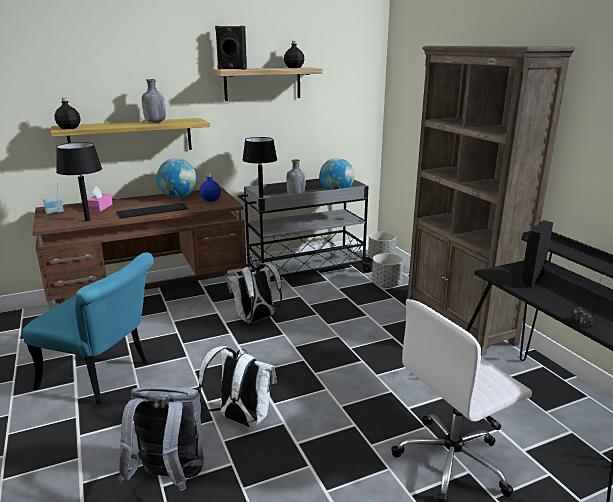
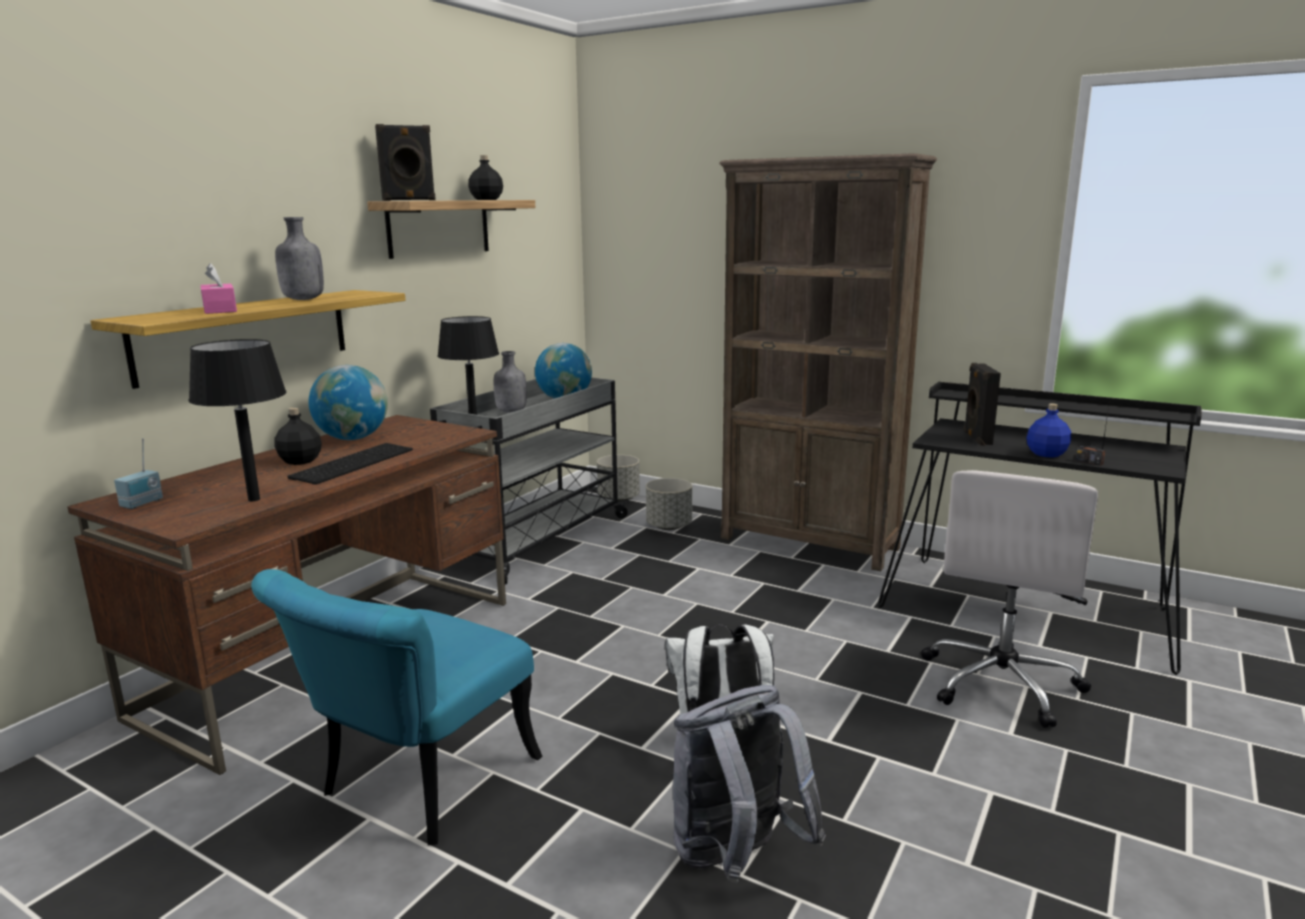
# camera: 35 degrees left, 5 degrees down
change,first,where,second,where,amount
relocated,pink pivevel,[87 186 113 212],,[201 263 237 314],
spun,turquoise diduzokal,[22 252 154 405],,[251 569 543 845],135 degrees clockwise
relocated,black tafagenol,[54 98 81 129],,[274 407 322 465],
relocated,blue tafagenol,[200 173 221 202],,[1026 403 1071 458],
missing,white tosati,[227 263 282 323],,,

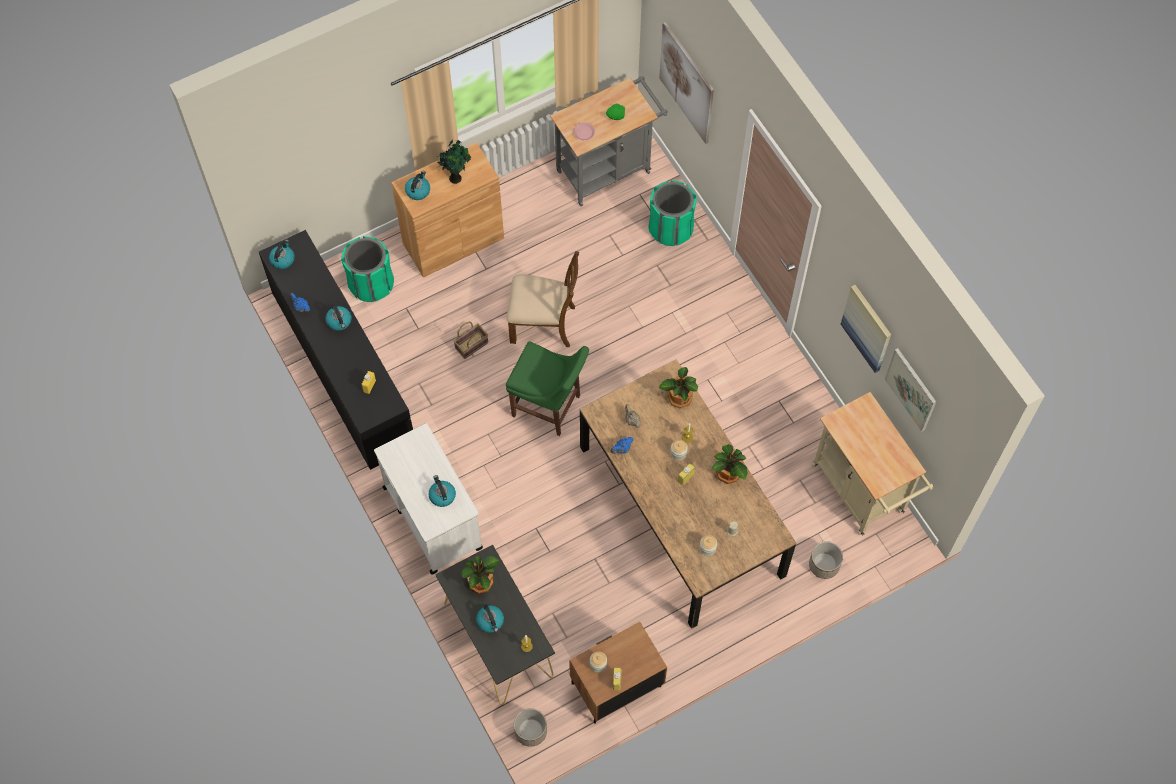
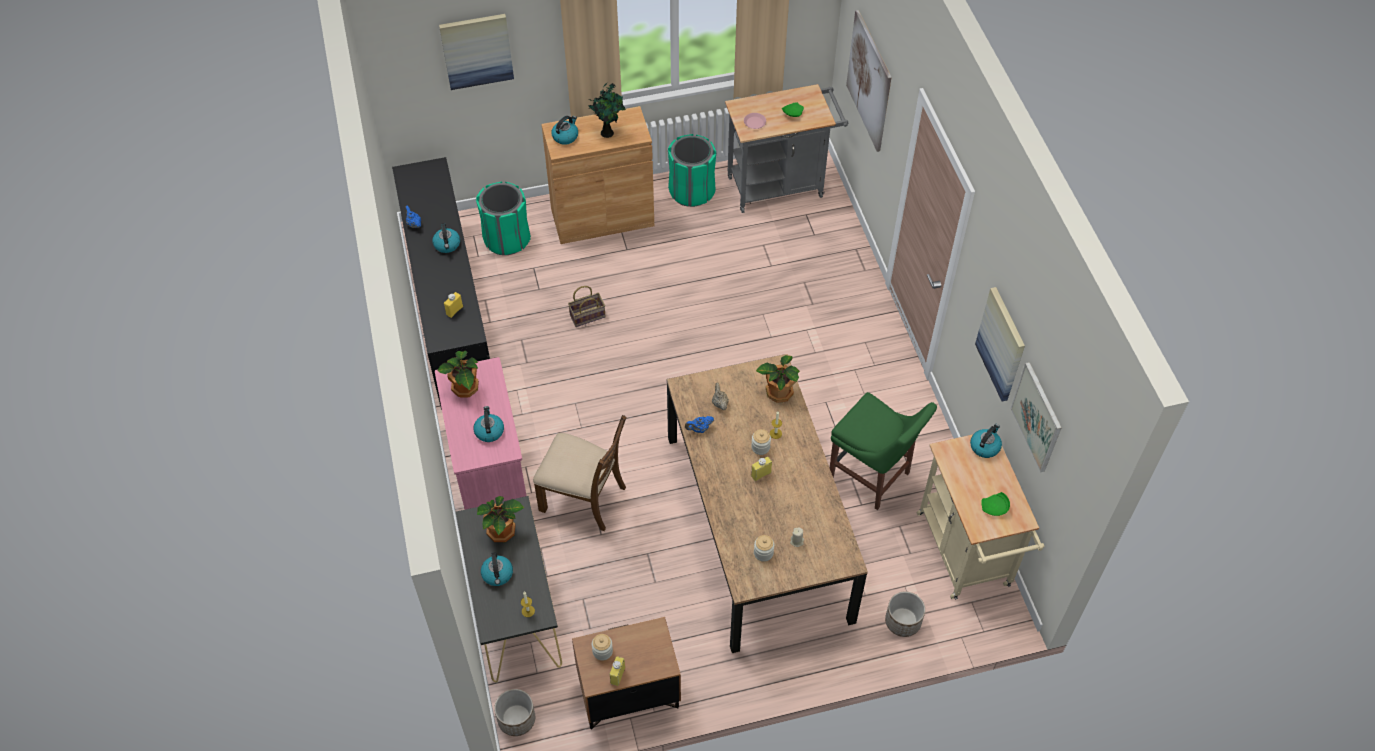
# camera: 15 degrees right, 10 degrees down
change,first,where,second,where,amount
colour,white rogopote,[374 423 483 575],pink rogopote,[435 357 527 510],
relocated,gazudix,[712 444 747 484],,[437 350 479 397],
appeared,,,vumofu,[439 14 514 90],
relocated,brown diduzokal,[507 251 579 347],,[533 415 627 531],
relocated,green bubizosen,[648 180 697 246],,[668 134 716 207],
relocated,green diduzokal,[506 341 589 436],,[830 392 937 510],
relocated,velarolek,[269 240 295 269],,[970 424 1002 458],
appeared,,,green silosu,[981 492 1010 516],

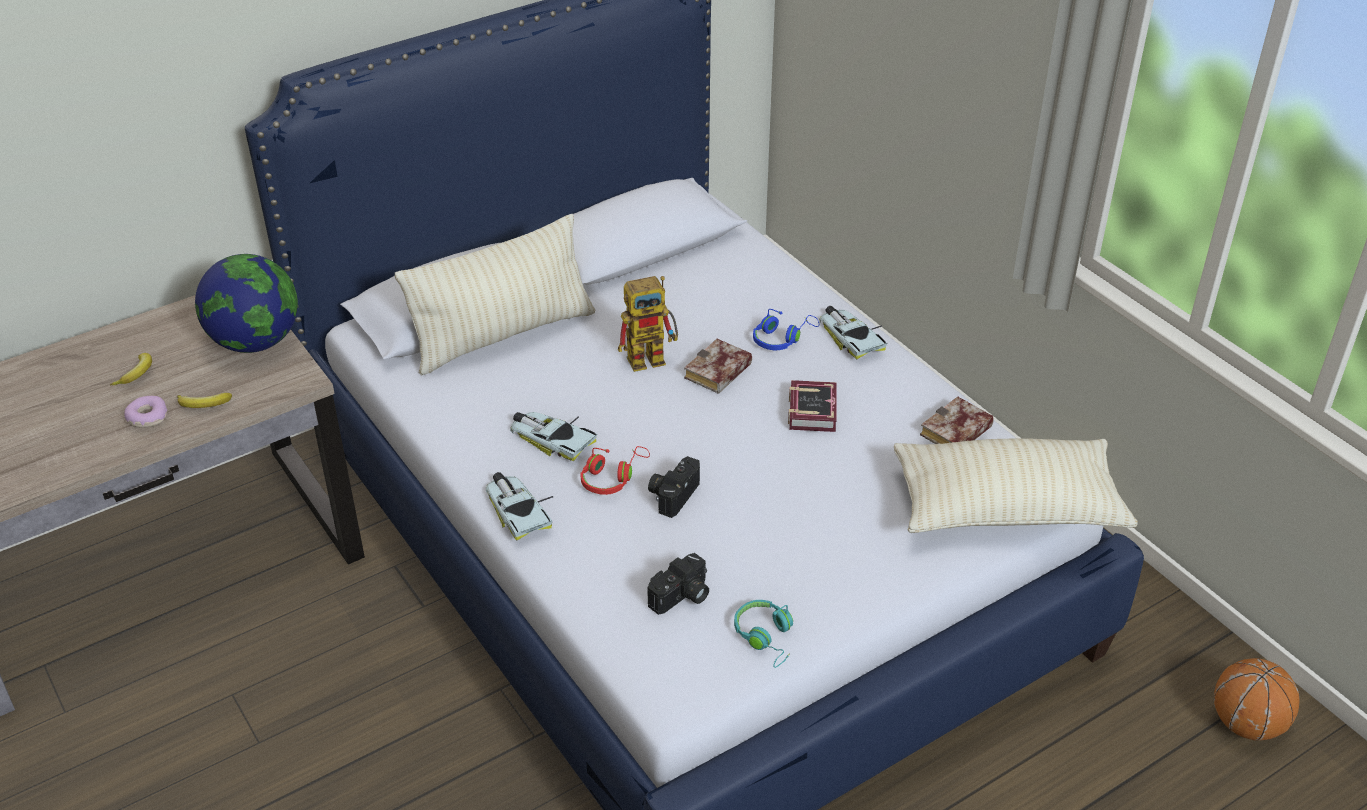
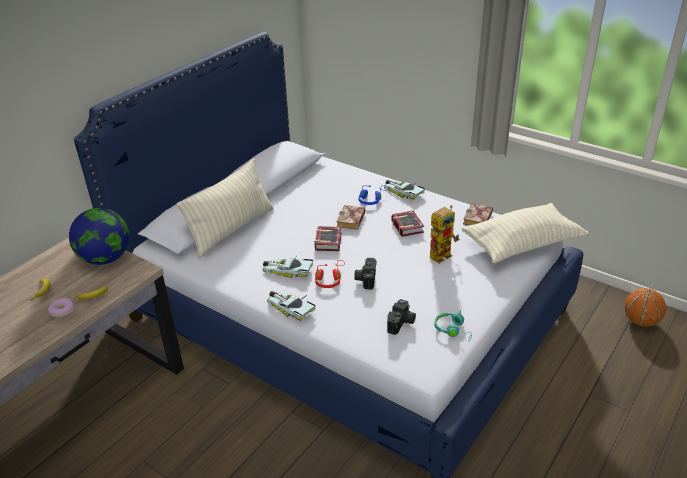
# camera: 20 degrees left, 5 degrees down
change,first,where,second,where,amount
appeared,,,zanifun,[314 226 342 251],
relocated,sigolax,[618 276 678 372],,[429 205 459 263],

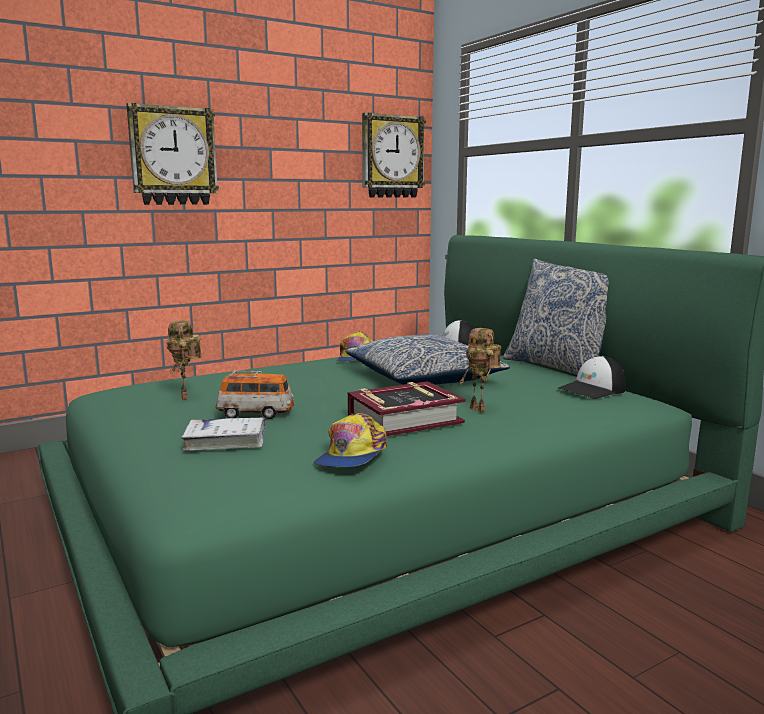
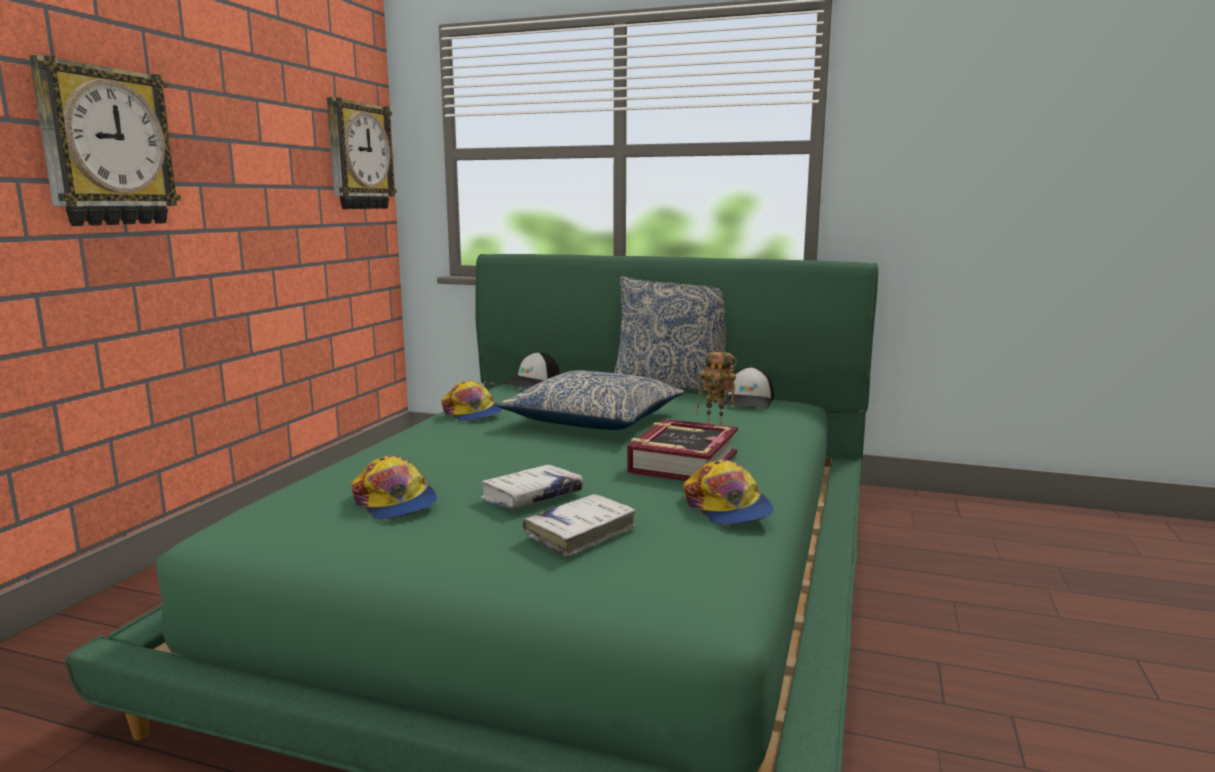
# camera: 40 degrees left, 0 degrees up
change,first,where,second,where,amount
exchanged,sigolax,[166 320 202 400],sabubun,[351 455 438 520],
exchanged,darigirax,[215 371 294 419],white zanifun,[480 464 583 509],

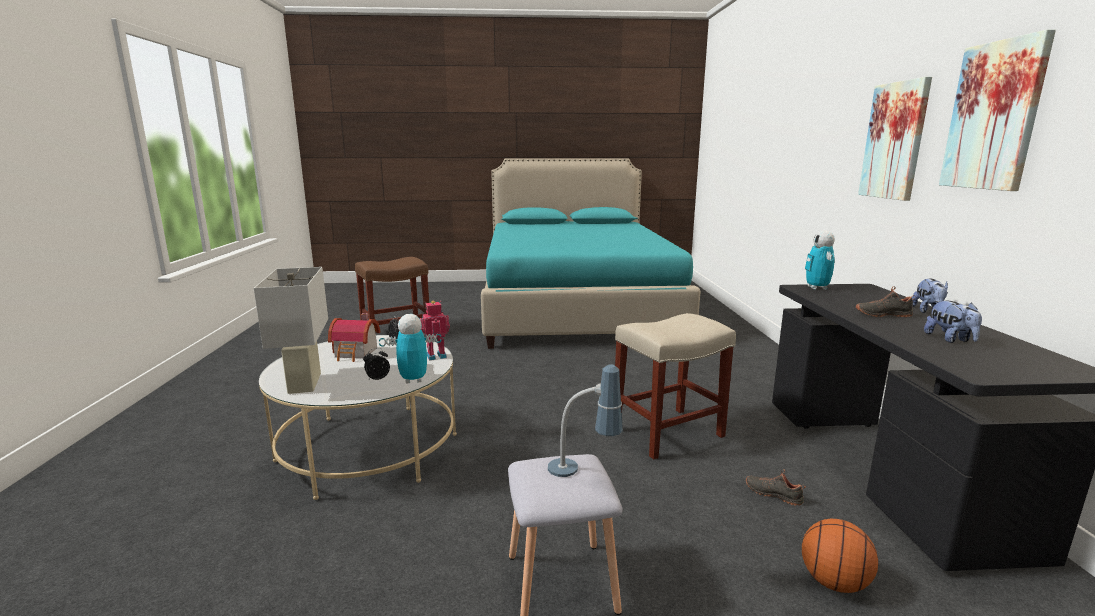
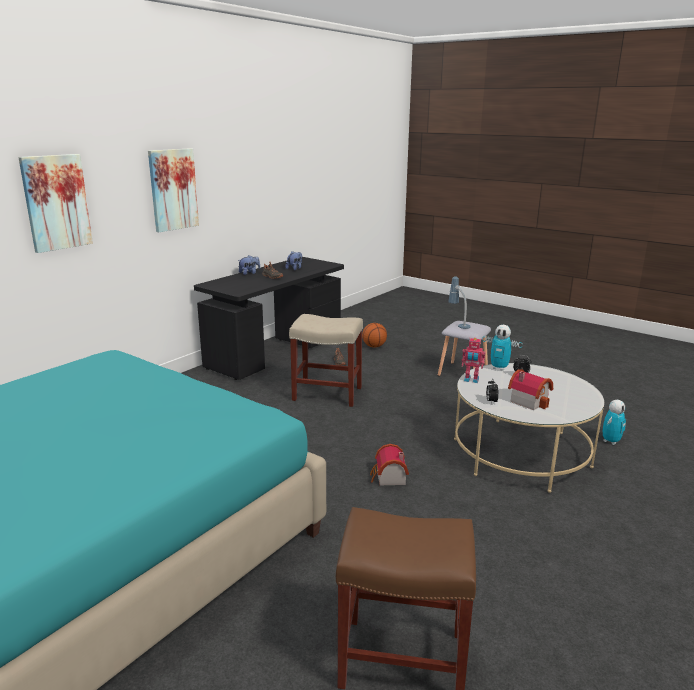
# camera: 140 degrees left, 5 degrees up
change,first,where,second,where,amount
relocated,vumofu,[939 30 1056 191],,[18 154 93 253],
appeared,,,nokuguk,[370 444 409 485],
relocated,sigolax,[805 230 835 290],,[603 400 626 445],
missing,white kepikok,[254 267 328 394],,,

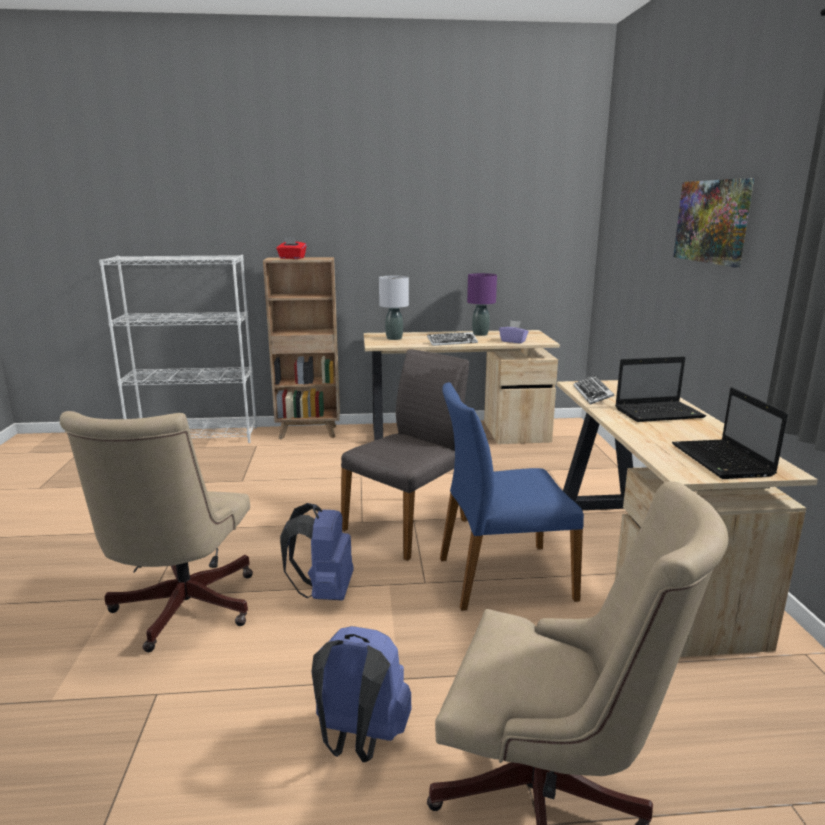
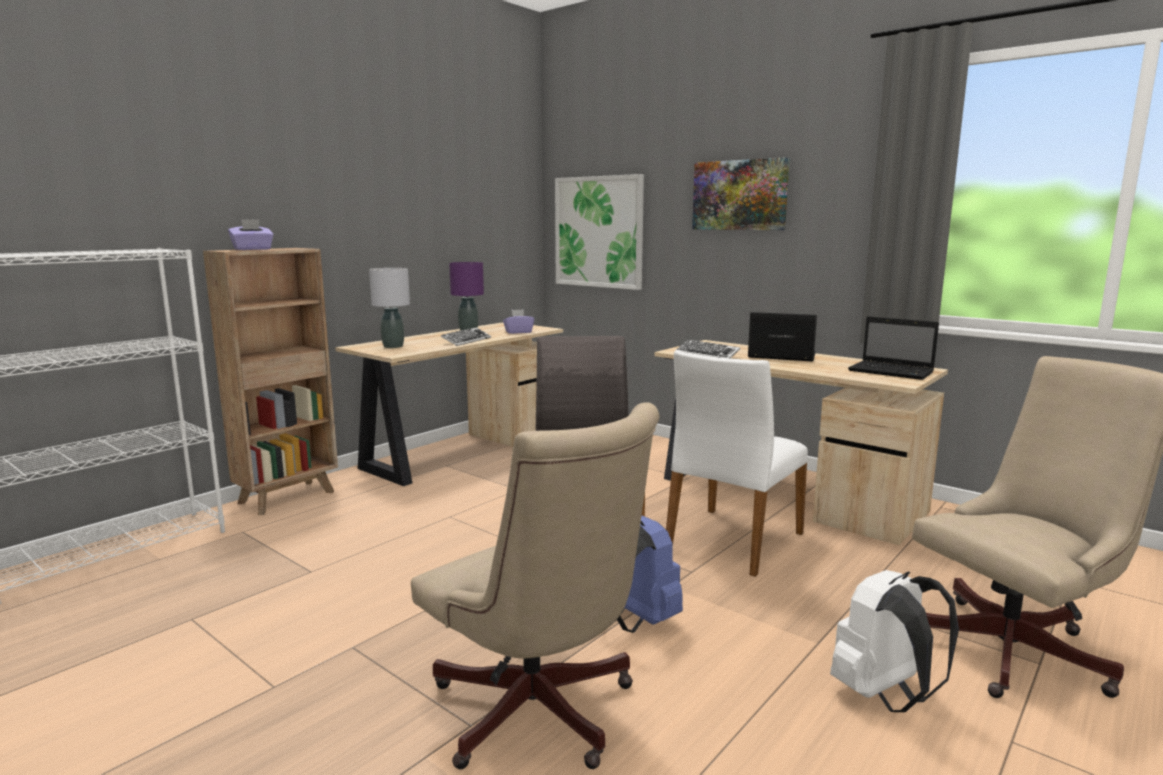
# camera: 45 degrees left, 5 degrees down
change,first,where,second,where,amount
colour,red pivevel,[276 237 307 259],purple pivevel,[228 219 273 250],
appeared,,,vumofu,[555 174 644 290],
colour,blue diduzokal,[440 382 584 611],white diduzokal,[666 350 808 577],
spun,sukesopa,[615 356 706 422],,[748 312 817 362],105 degrees counterclockwise
colour,blue tosati,[311 626 412 762],white tosati,[830 570 959 712],

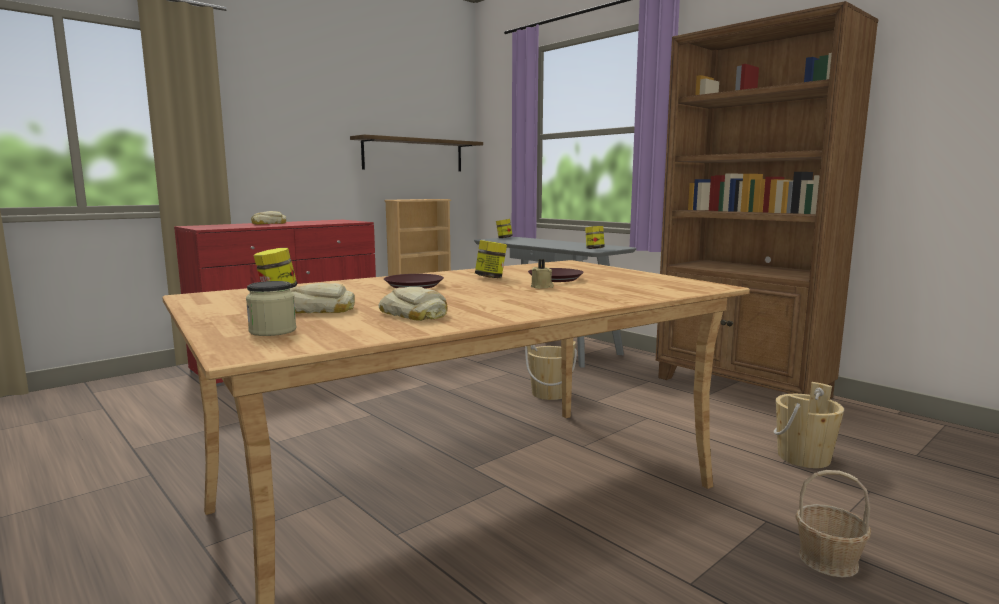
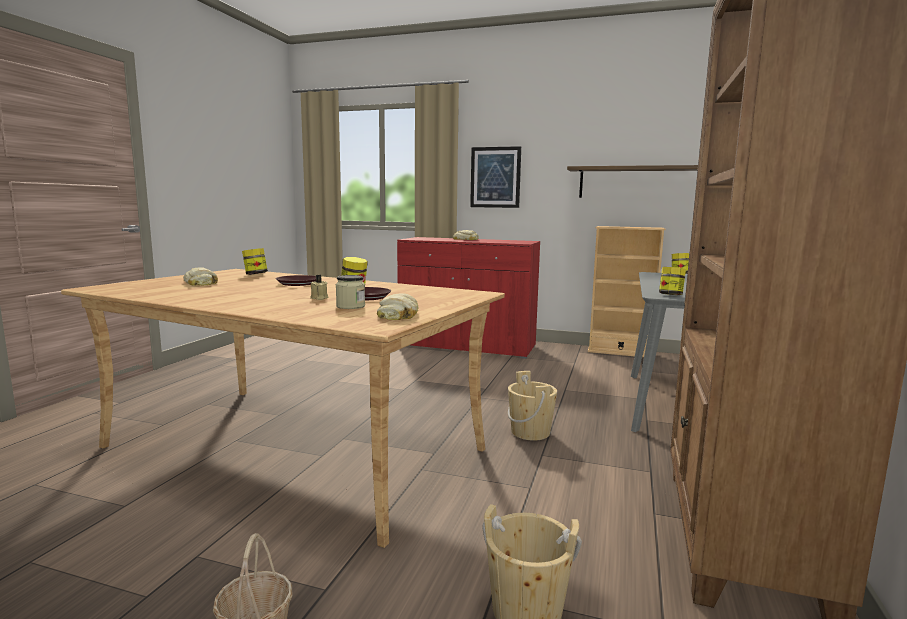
# camera: 60 degrees right, 0 degrees up
change,first,where,second,where,amount
relocated,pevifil,[246 281 296 336],,[336 275 365 309],
relocated,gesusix,[379 287 448 321],,[377 293 418 320],
appeared,,,vumofu,[470 146 521 208],

